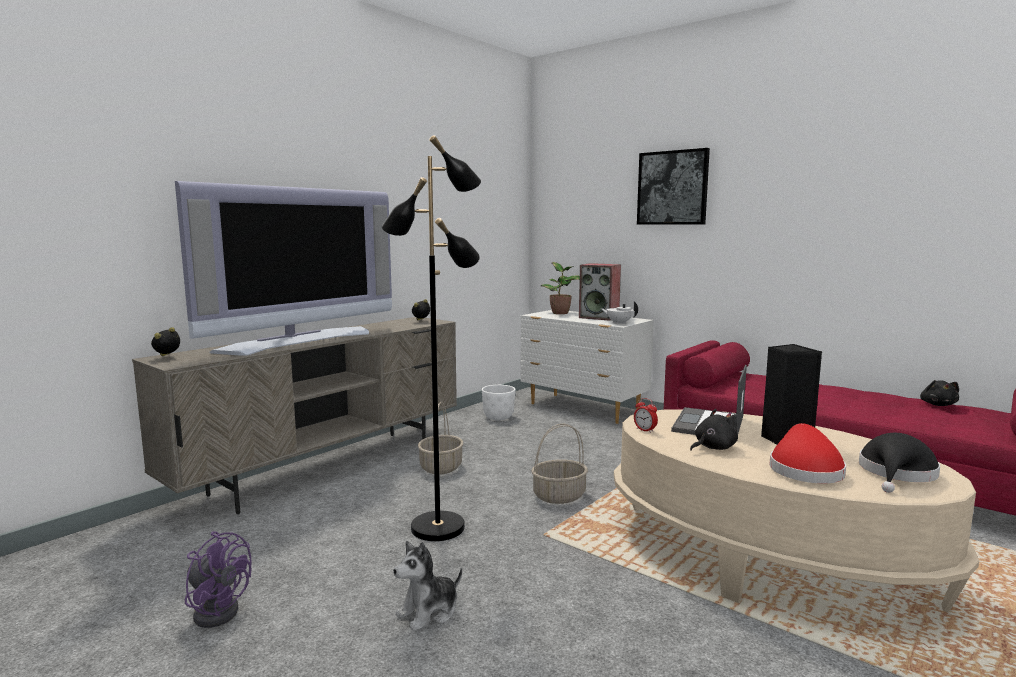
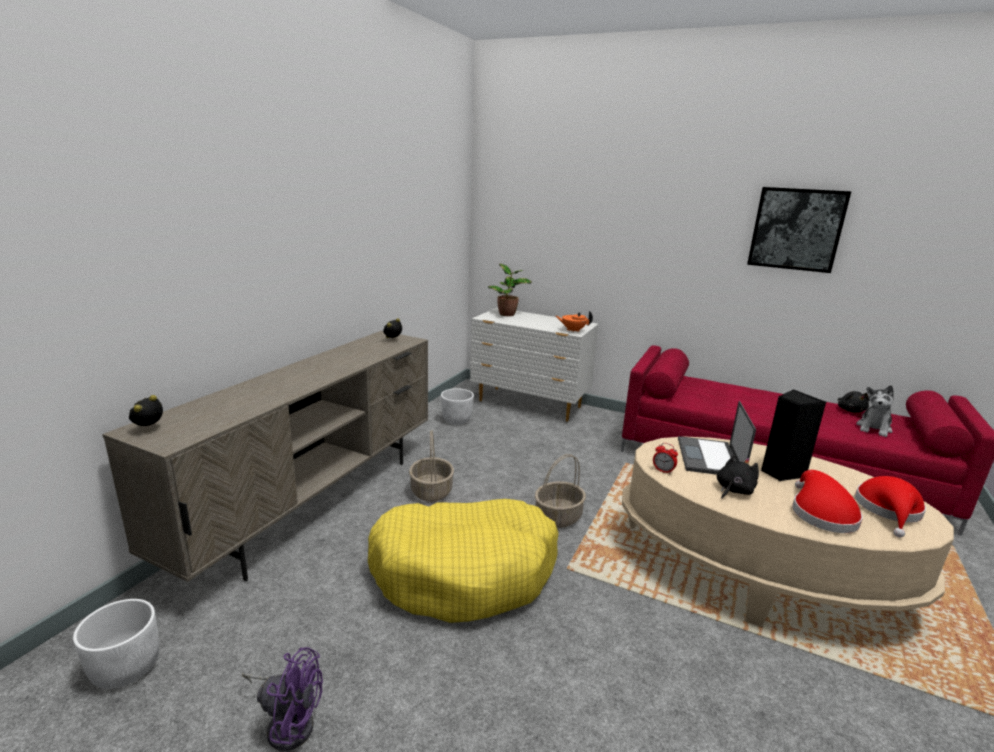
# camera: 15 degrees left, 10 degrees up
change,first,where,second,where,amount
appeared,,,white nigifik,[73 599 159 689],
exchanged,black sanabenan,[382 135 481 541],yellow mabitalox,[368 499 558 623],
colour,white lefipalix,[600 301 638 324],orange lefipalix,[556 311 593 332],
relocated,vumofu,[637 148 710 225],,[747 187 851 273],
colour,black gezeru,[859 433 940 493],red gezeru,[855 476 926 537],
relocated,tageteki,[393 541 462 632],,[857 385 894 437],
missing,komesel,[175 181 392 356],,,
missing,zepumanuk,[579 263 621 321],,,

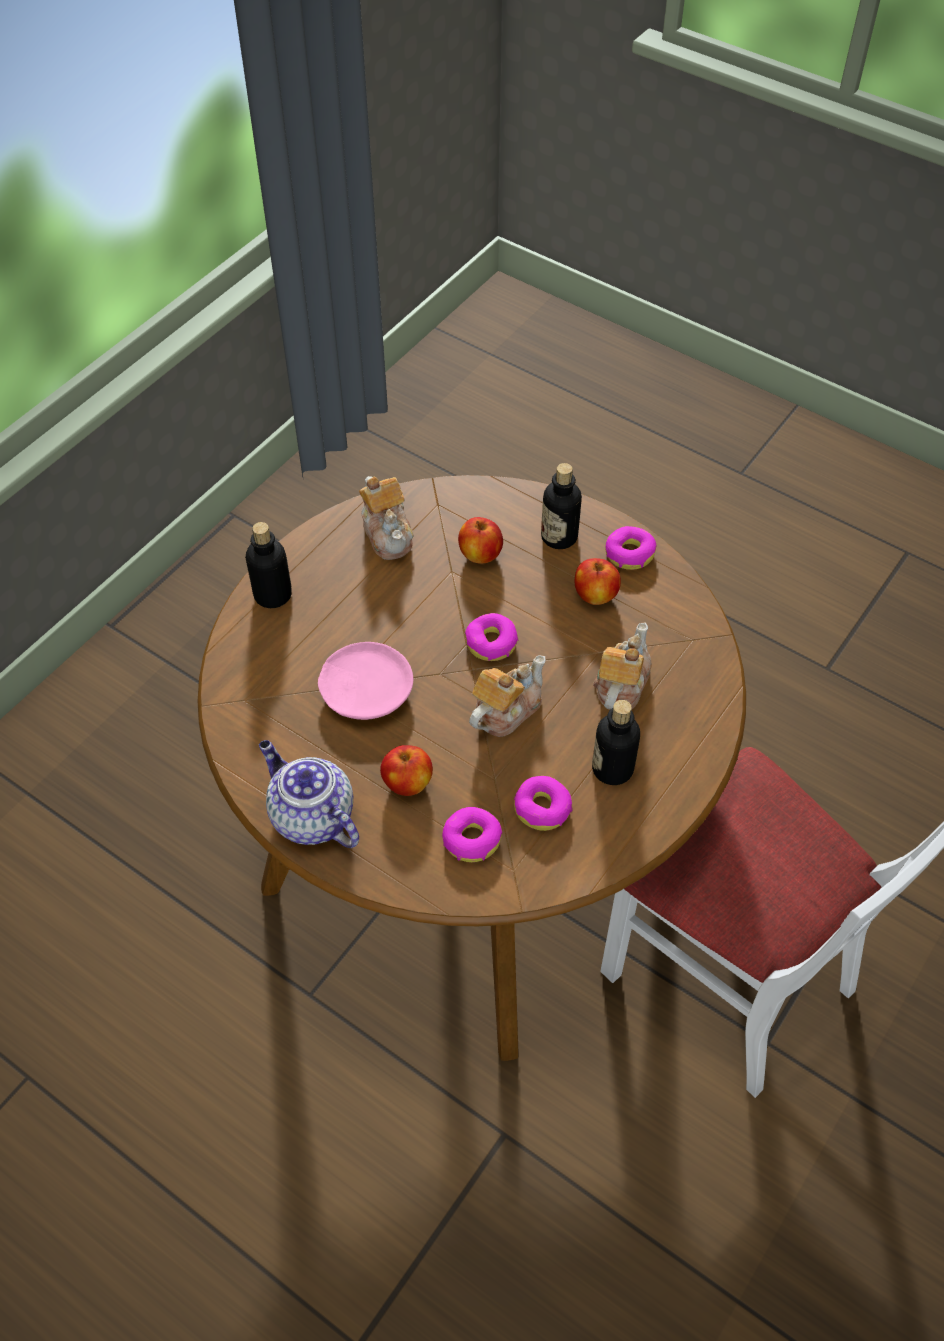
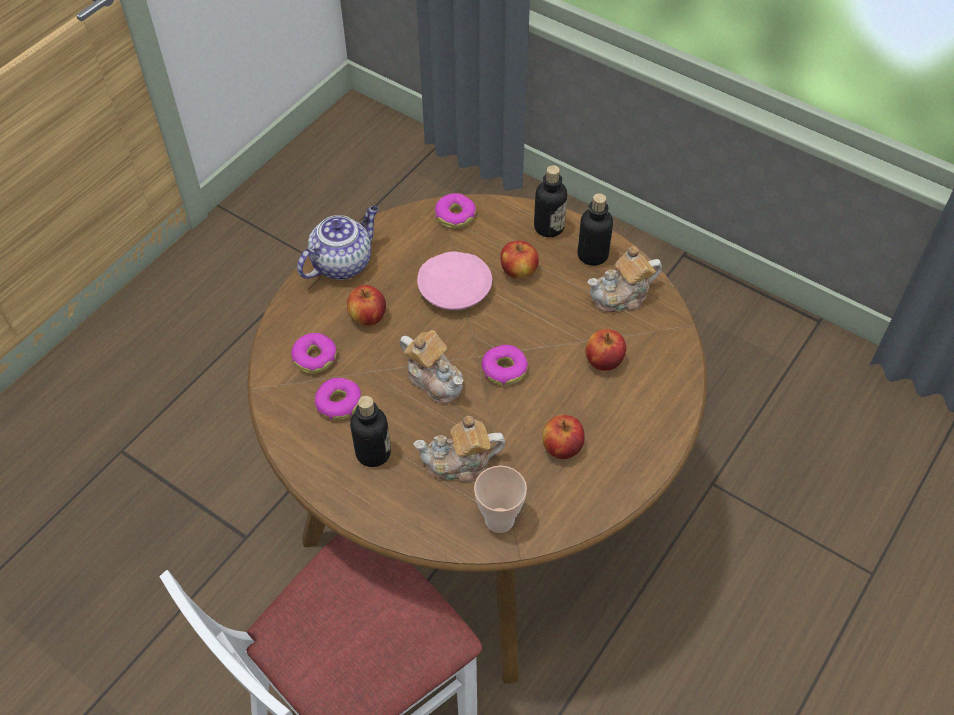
# camera: 90 degrees right, 0 degrees up
change,first,where,second,where,amount
spun,lefipalix,[593 622 652 710],,[414 416 505 482],150 degrees clockwise
relocated,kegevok,[605 526 657 570],,[435 193 476 229],
appeared,,,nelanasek,[474 466 527 533],
appeared,,,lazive,[501 241 539 279],
relocated,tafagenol,[541 463 582 549],,[577 193 613 266],

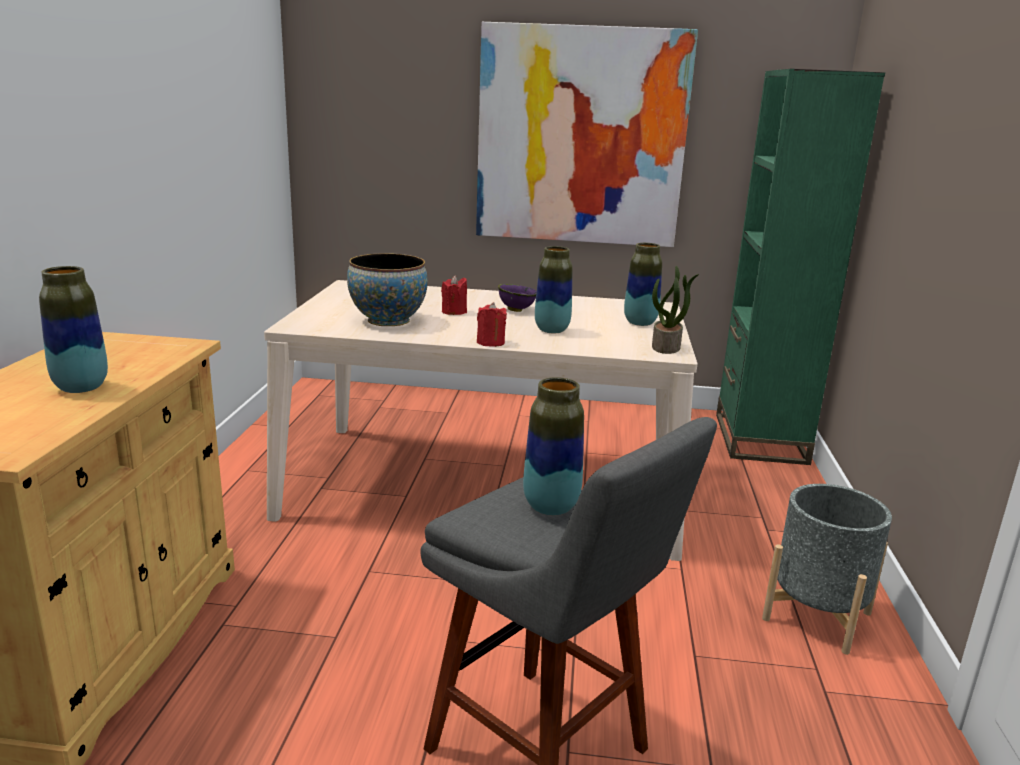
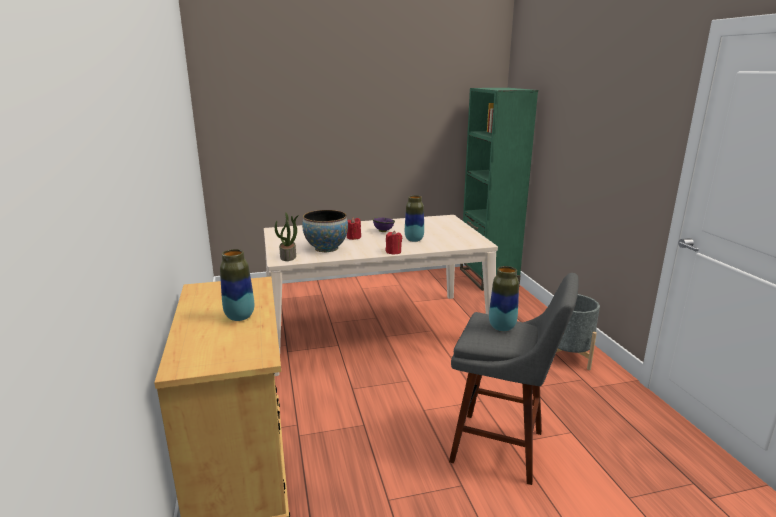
# camera: 20 degrees left, 0 degrees up
change,first,where,second,where,amount
relocated,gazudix,[652 266 699 354],,[275 212 299 261],
missing,vumofu,[476 22 698 247],,,
missing,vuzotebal,[624 243 662 326],,,

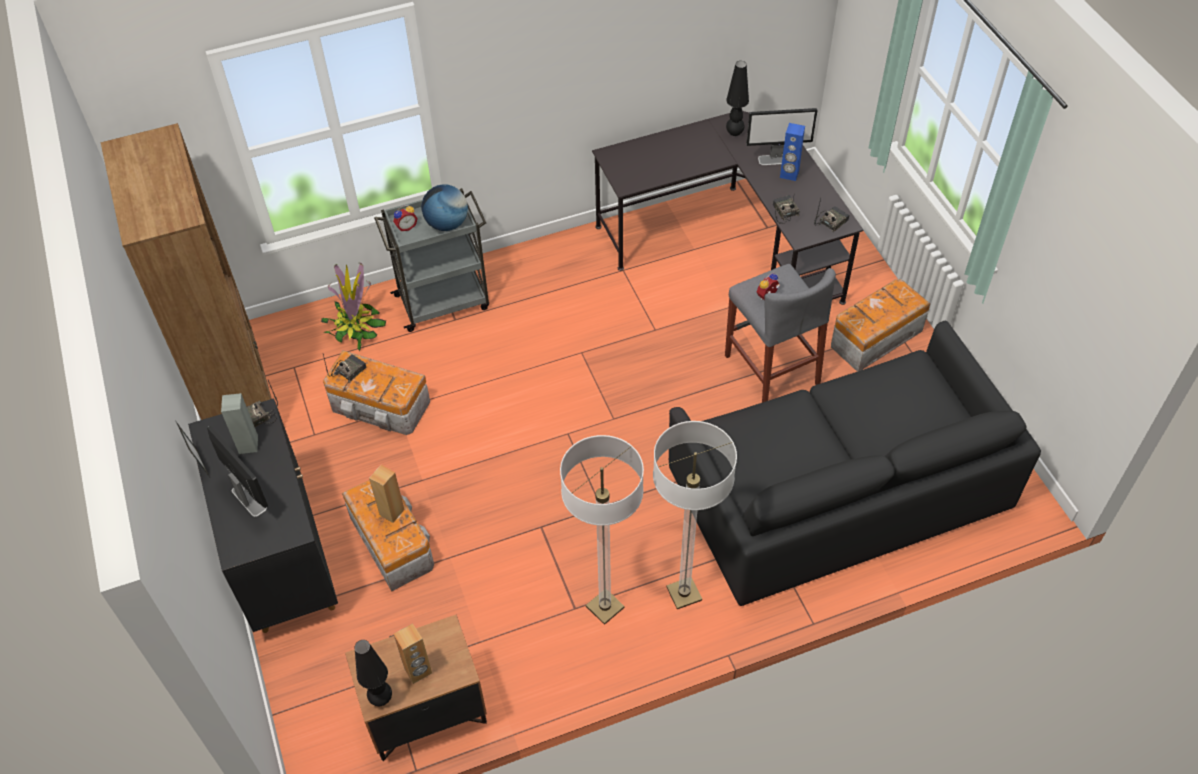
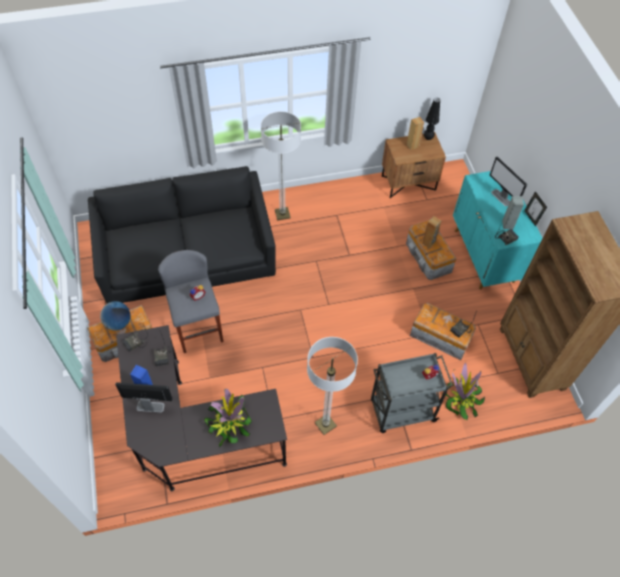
# camera: 175 degrees left, 5 degrees up
change,first,where,second,where,amount
relocated,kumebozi,[421 184 468 231],,[100 301 131 331],
appeared,,,gazudix,[204 389 252 448],
relocated,sanabenan,[560 435 644 625],,[307 337 358 435],
colour,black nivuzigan,[188 398 338 633],turquoise nivuzigan,[453 171 542 289],
missing,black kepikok,[726 61 749 136],,,

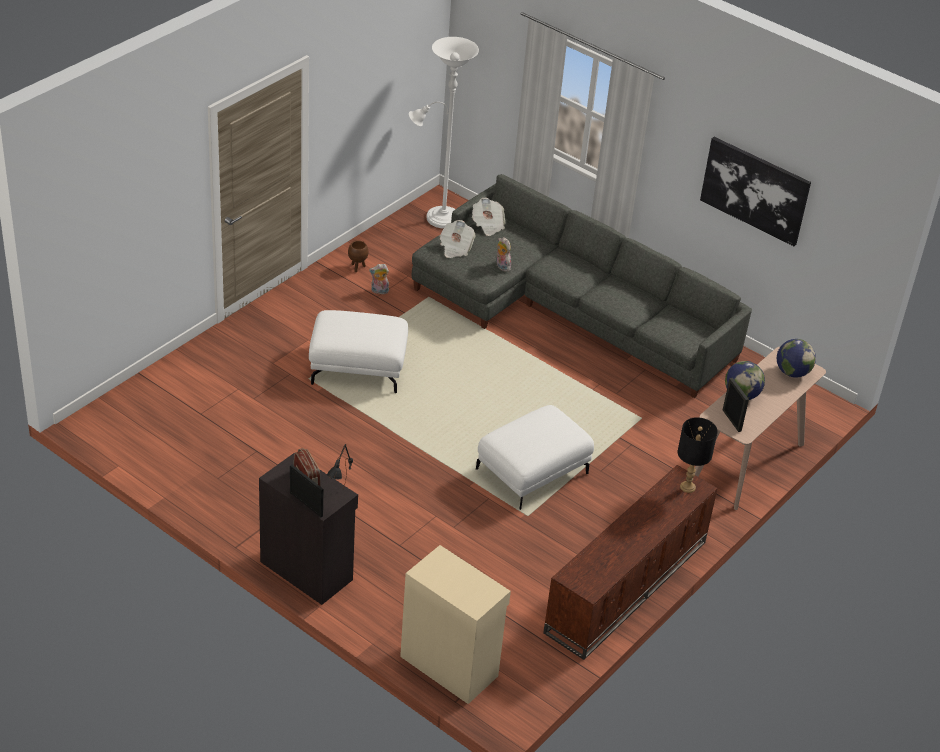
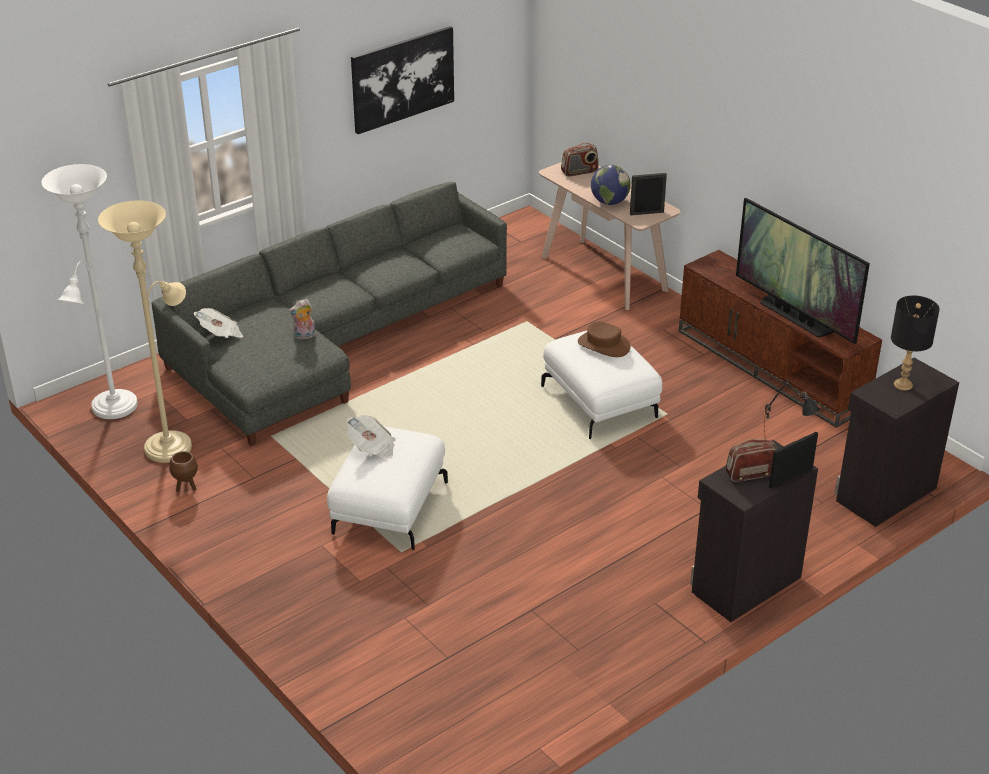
# camera: 75 degrees left, 5 degrees down
change,first,where,second,where,amount
appeared,,,beige sanabenan,[98 200 192 463],
relocated,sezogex,[439 220 476 258],,[347 415 396 459],
exchanged,kumebozi,[777 339 816 378],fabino,[561 143 599 177],
appeared,,,brown gezeru,[578 321 631 357],
appeared,,,komesel,[736 198 870 344],
colour,beige nivuzigan,[400 545 511 704],black nivuzigan,[835 358 959 527],
relocated,black kepikok,[678 417 718 493],,[891 296 940 390],
missing,tageteki,[369 264 389 294],,,

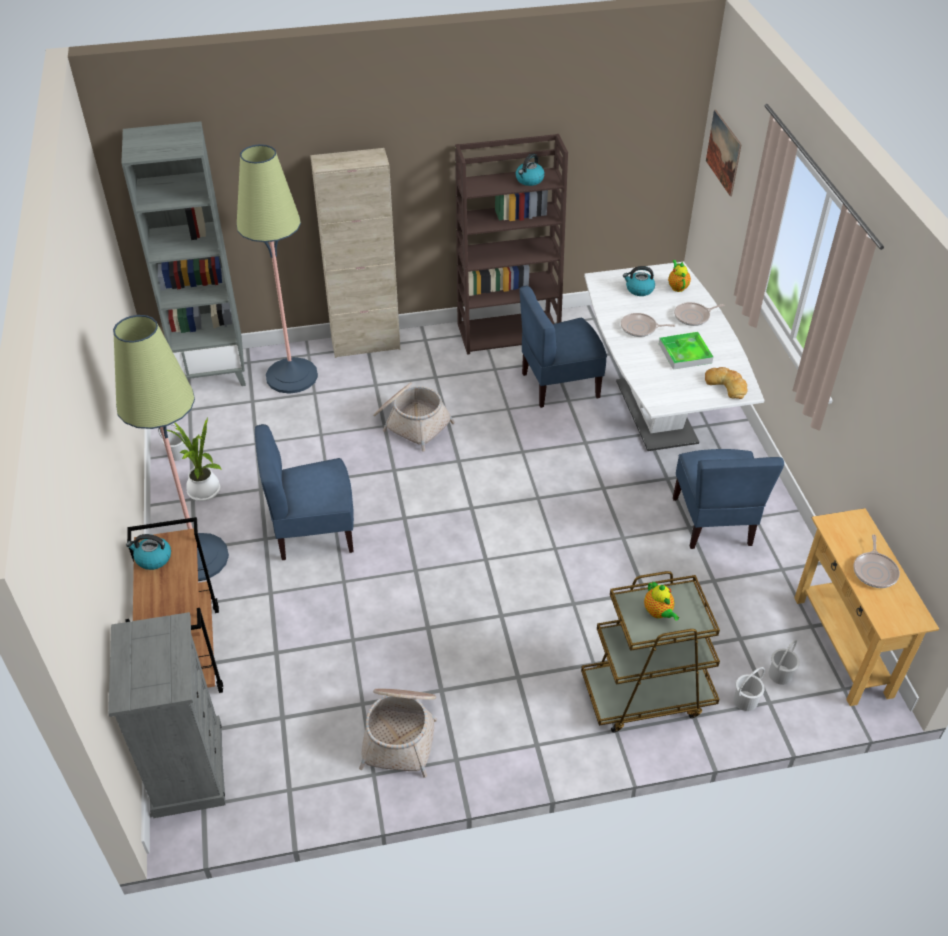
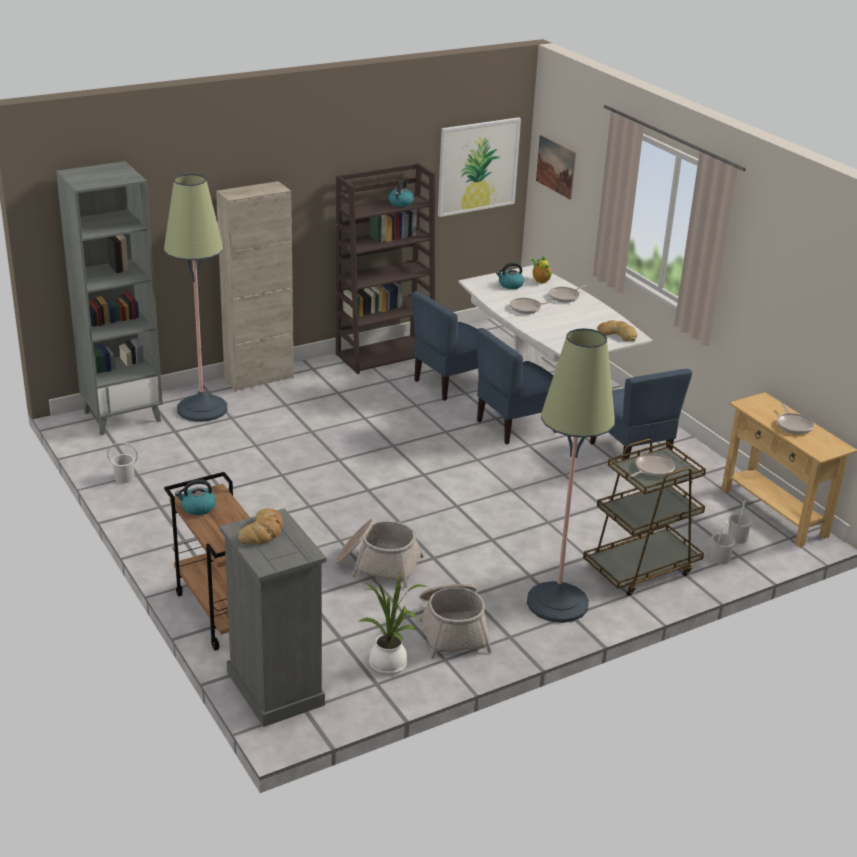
# camera: 20 degrees left, 15 degrees down
change,first,where,second,where,amount
appeared,,,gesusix,[238 508 283 544],
relocated,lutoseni,[373 382 455 452],,[336 519 424 588],
relocated,gazudix,[167 418 222 501],,[359 571 427 674],
appeared,,,vumofu,[438 117 521 217],
relocated,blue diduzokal,[255 424 354 560],,[476 328 557 445],
relocated,sanabenan,[113 315 229 580],,[527 328 615 623],
exchanged,lefipalix,[644 581 679 621],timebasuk,[630 454 675 477],
missing,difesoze,[659 332 713 370],,,

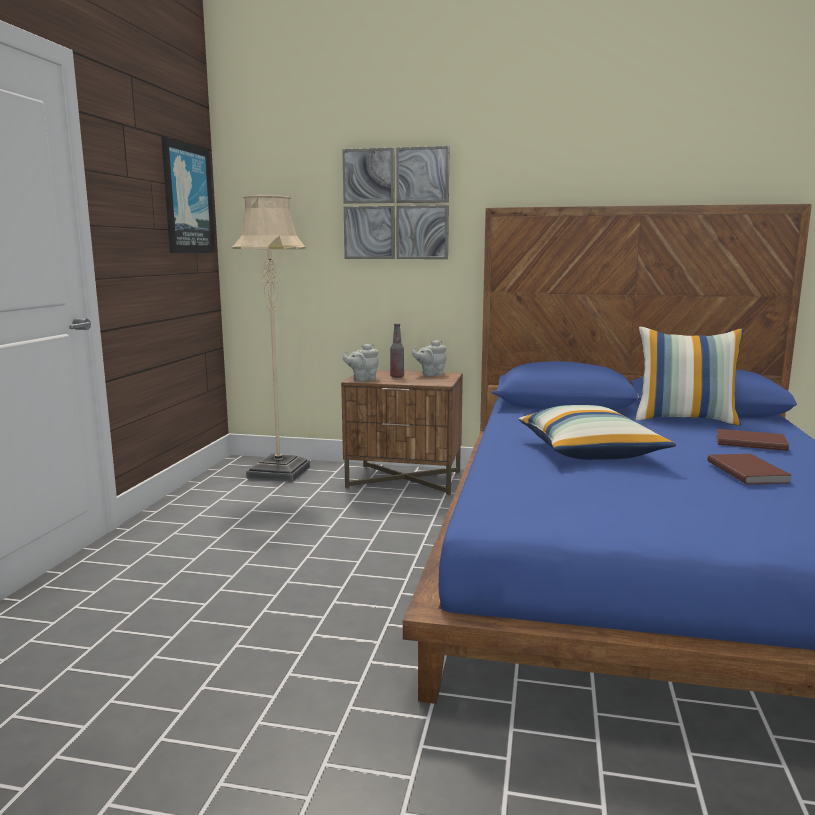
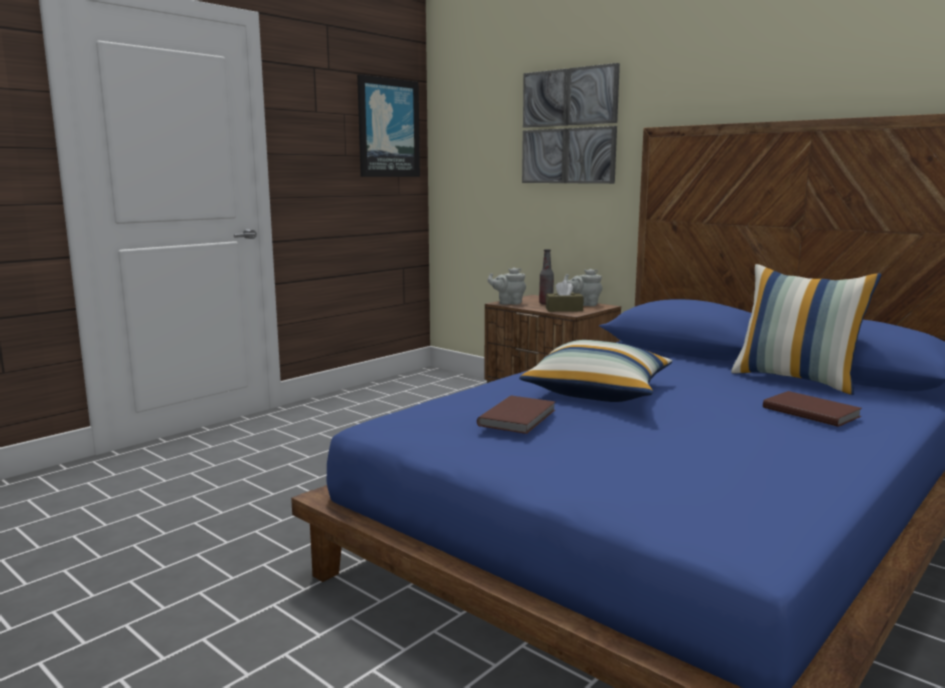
# camera: 30 degrees right, 0 degrees up
change,first,where,second,where,amount
relocated,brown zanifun,[708 454 791 484],,[477 396 556 434],
appeared,,,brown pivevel,[546 280 584 312],
missing,beige sanabenan,[231 195 310 482],,,

